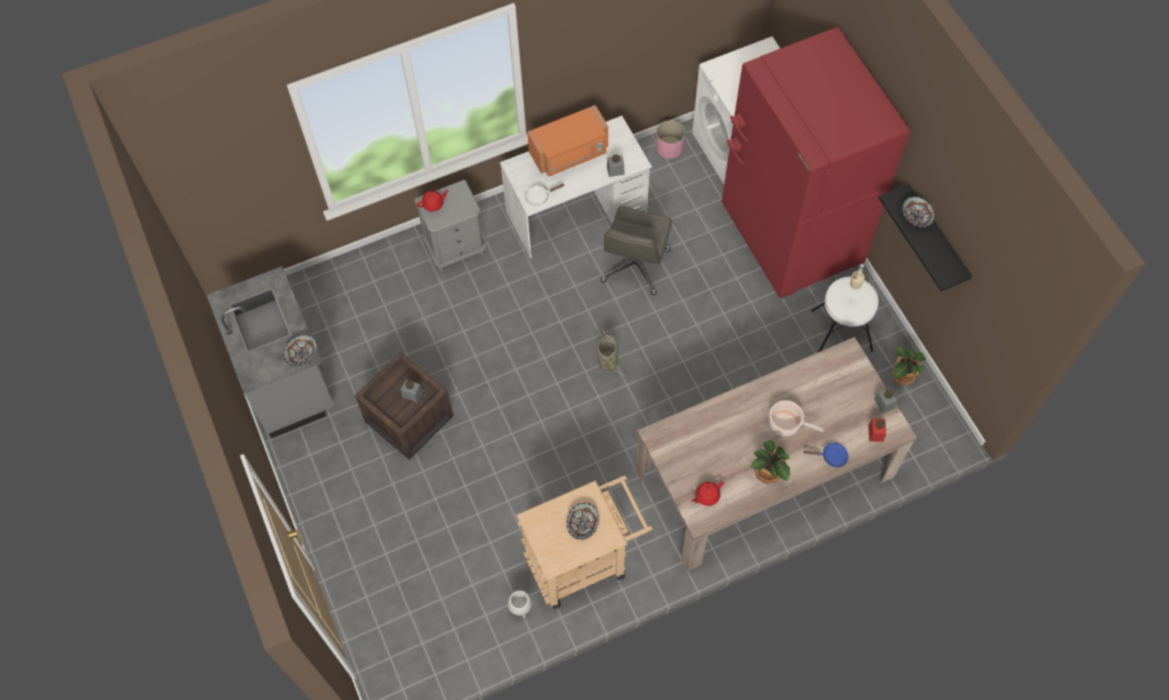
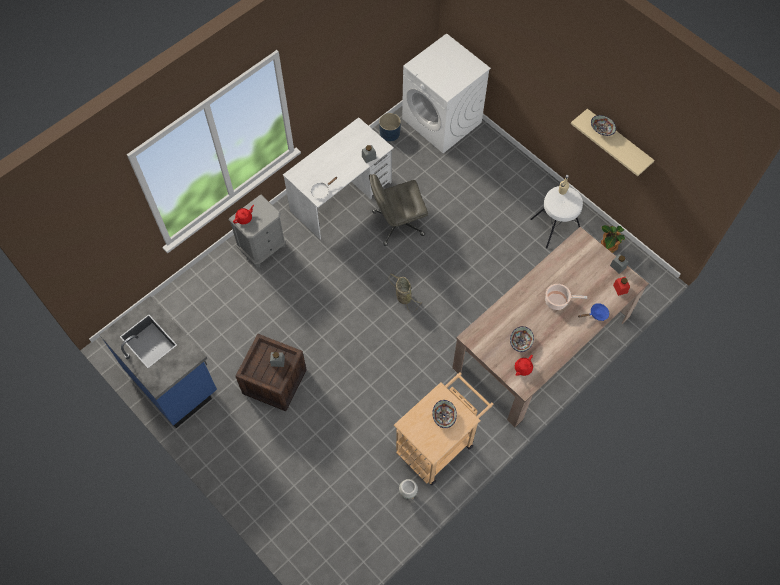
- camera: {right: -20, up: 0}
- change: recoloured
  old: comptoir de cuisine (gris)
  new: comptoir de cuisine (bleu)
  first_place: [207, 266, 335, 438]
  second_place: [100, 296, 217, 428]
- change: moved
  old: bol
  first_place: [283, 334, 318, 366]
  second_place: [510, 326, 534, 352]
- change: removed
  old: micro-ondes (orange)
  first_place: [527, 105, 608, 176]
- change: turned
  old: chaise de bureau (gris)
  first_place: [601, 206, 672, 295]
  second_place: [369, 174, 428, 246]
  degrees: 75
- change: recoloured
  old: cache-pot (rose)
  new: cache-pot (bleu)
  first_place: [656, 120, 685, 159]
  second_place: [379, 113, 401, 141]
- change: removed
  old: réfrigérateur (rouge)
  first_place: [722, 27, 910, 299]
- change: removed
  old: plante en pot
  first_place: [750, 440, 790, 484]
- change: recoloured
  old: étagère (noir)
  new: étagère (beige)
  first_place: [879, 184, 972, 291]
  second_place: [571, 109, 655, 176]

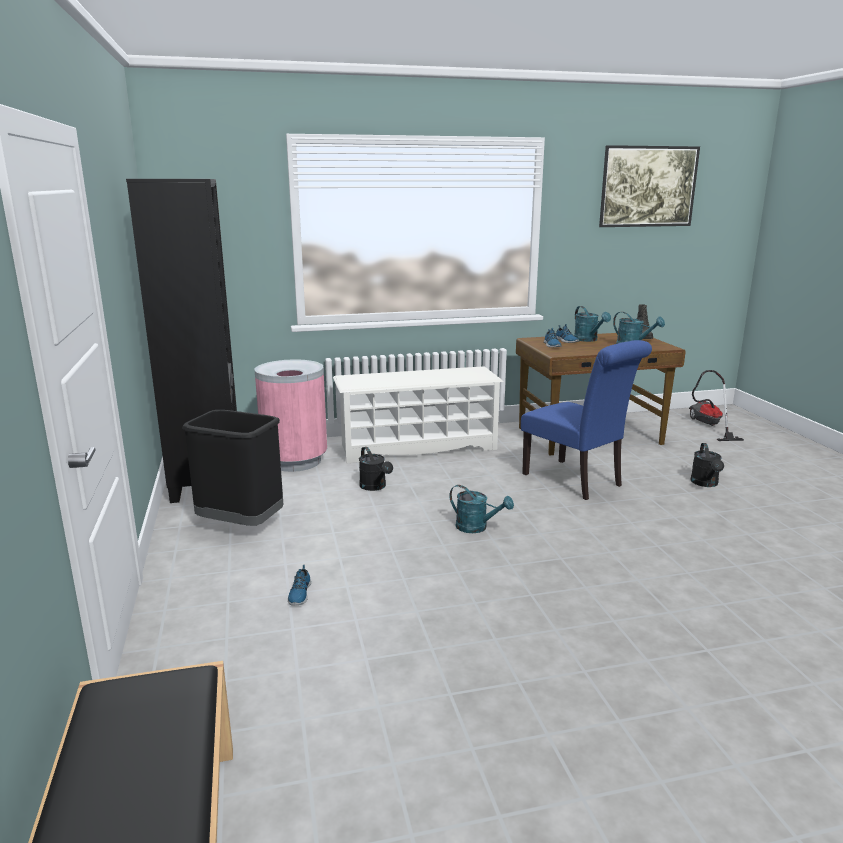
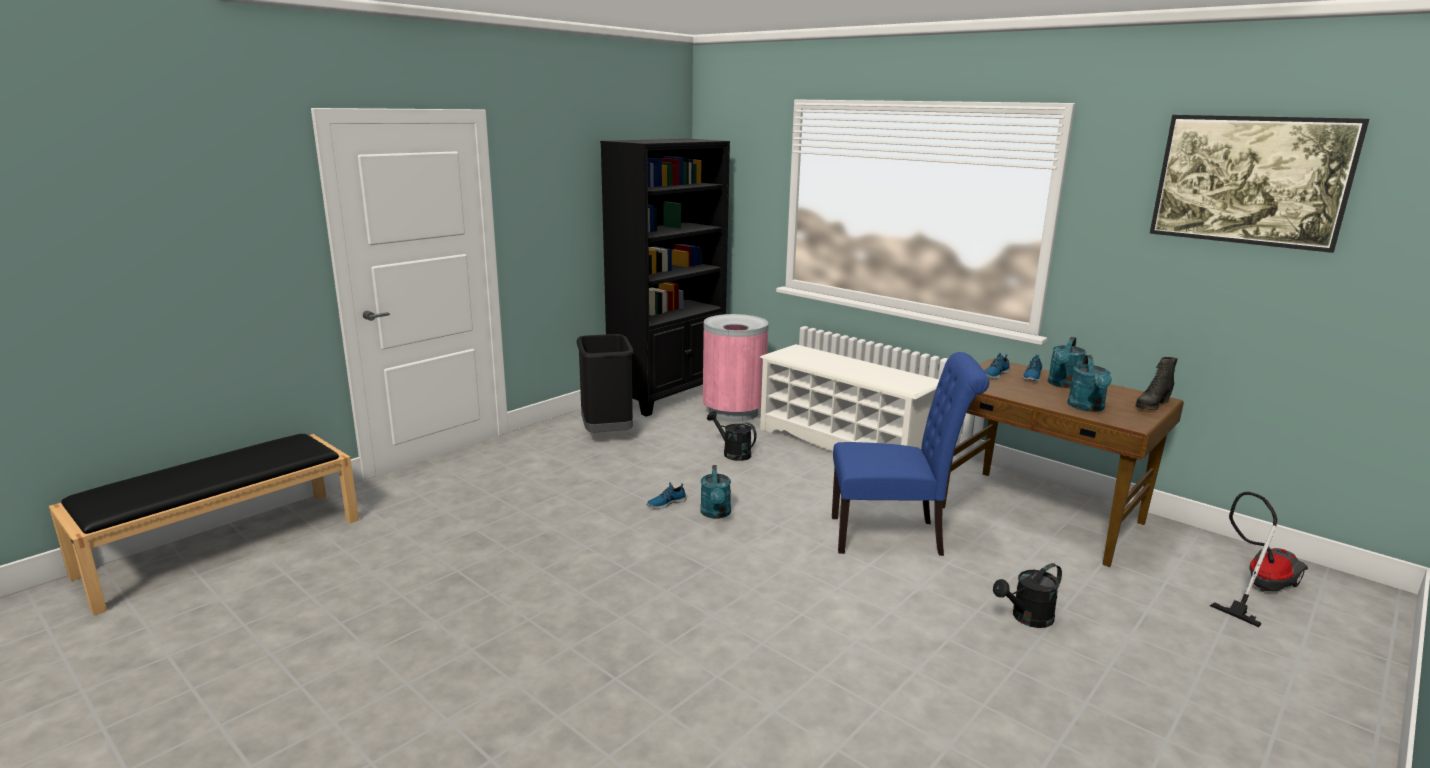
- camera: {right: 55, up: 0}
- change: moved
  old: chaussure
  first_place: [288, 565, 311, 605]
  second_place: [647, 482, 686, 509]
- change: turned
  old: arrosoir (noir)
  first_place: [359, 447, 393, 491]
  second_place: [707, 411, 757, 461]
  degrees: 105
- change: turned
  old: chaise (bleu)
  first_place: [521, 340, 652, 500]
  second_place: [832, 352, 989, 556]
  degrees: -105

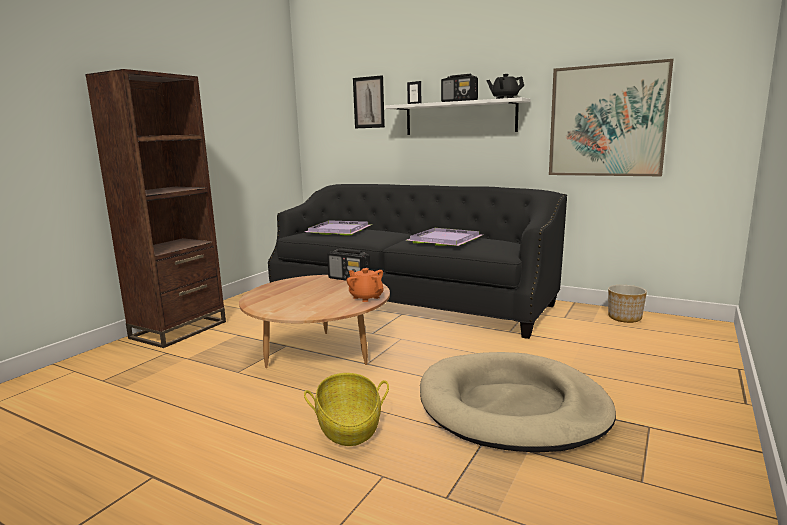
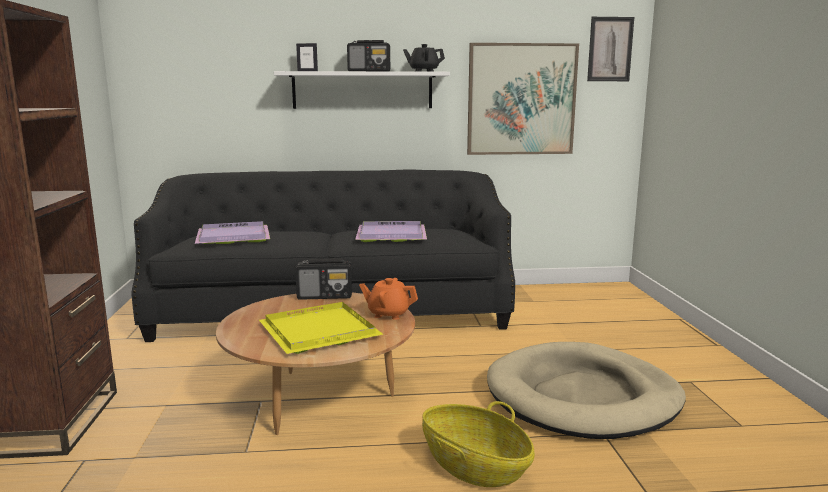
- camera: {right: -35, up: 0}
- change: moved
  old: tableau
  first_place: [353, 75, 385, 128]
  second_place: [587, 17, 634, 81]
- change: removed
  old: cache-pot
  first_place: [608, 285, 647, 323]
- change: added
  new: plateau (jaune)
  second_place: [259, 302, 384, 354]

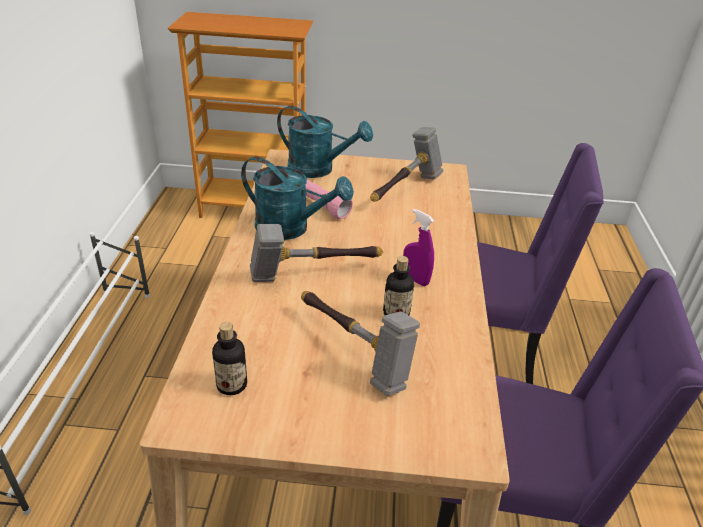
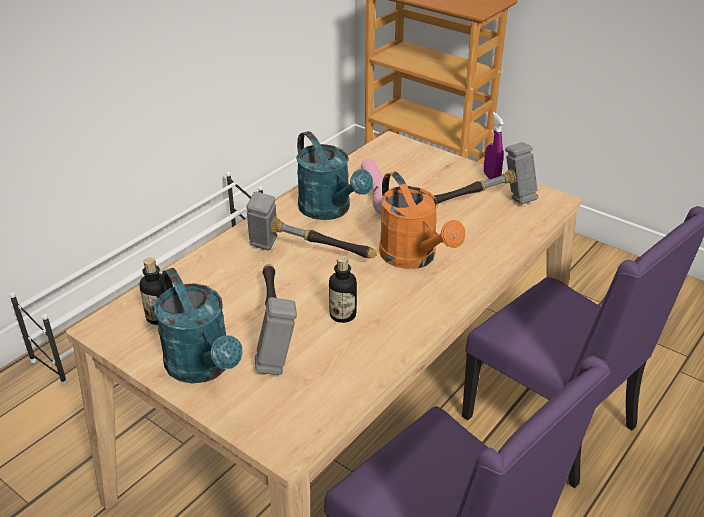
- camera: {right: 35, up: 0}
- change: moved
  old: arrosoir (turquoise)
  first_place: [277, 106, 373, 178]
  second_place: [154, 268, 243, 383]
- change: moved
  old: vaporisateur (violet)
  first_place: [403, 209, 434, 286]
  second_place: [484, 112, 504, 180]
- change: added
  new: arrosoir (orange)
  second_place: [379, 172, 465, 269]

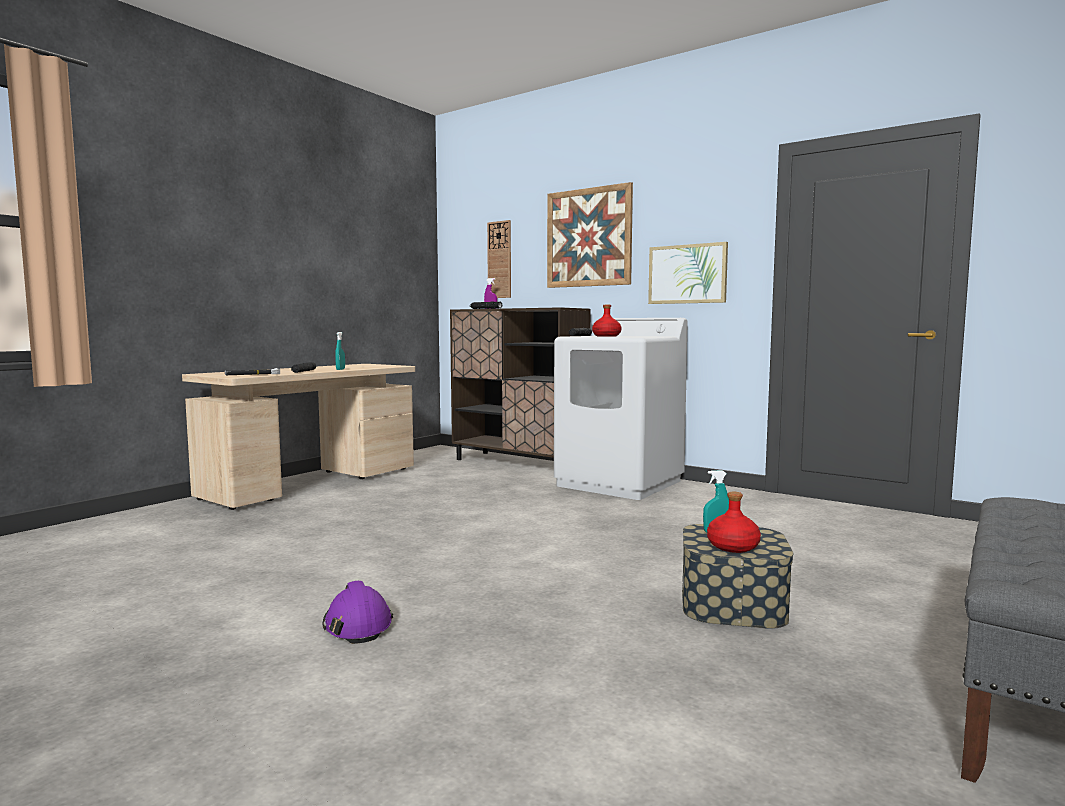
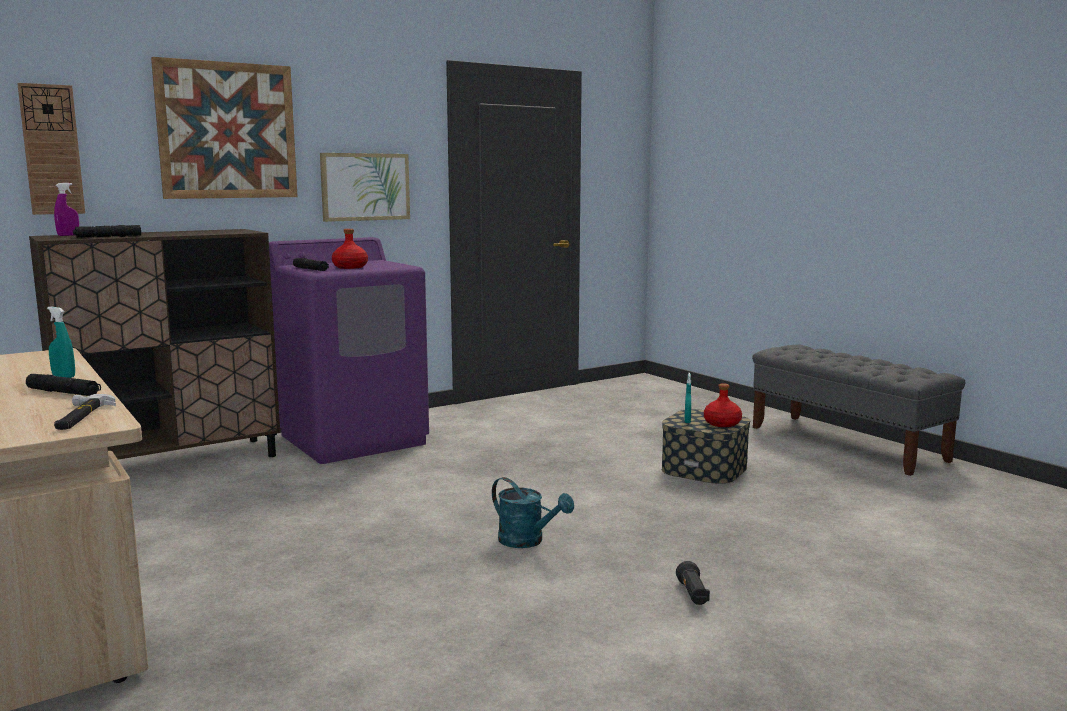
- camera: {right: -70, up: 5}
- change: replaced
  old: casque de chantier (violet)
  new: lampe de poche (noir)
  first_place: [323, 581, 393, 644]
  second_place: [676, 561, 710, 605]
- change: recoloured
  old: lave-linge (blanc)
  new: lave-linge (violet)
  first_place: [554, 318, 688, 500]
  second_place: [269, 237, 429, 464]
- change: added
  new: arrosoir (turquoise)
  second_place: [492, 477, 574, 548]

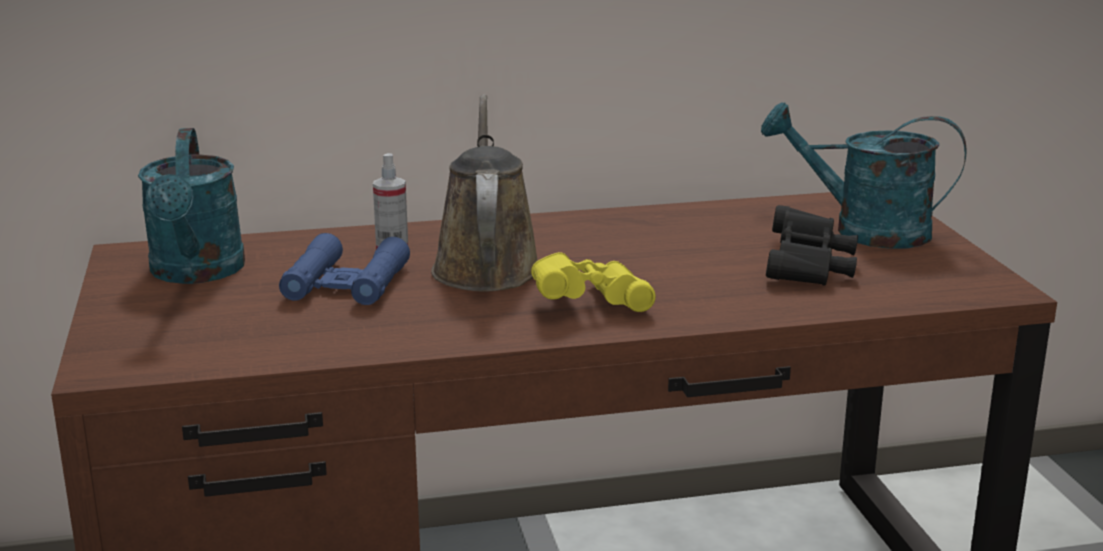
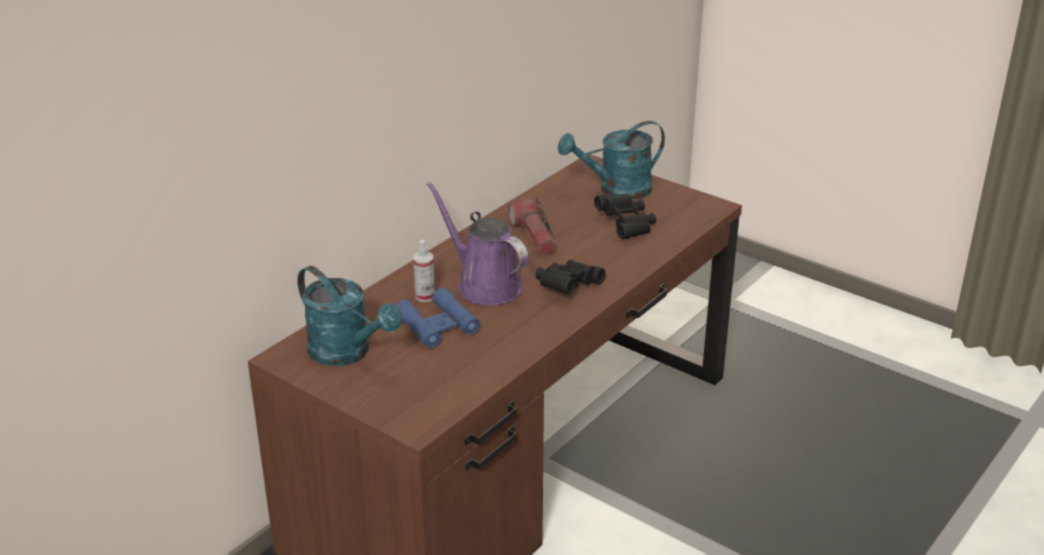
- camera: {right: -40, up: 10}
- change: recoloured
  old: arrosoir (marron)
  new: arrosoir (violet)
  first_place: [431, 94, 538, 291]
  second_place: [427, 182, 528, 305]
- change: recoloured
  old: jumelles (jaune)
  new: jumelles (noir)
  first_place: [531, 252, 656, 312]
  second_place: [535, 260, 606, 295]
- change: added
  new: lampe de poche
  second_place: [509, 198, 557, 256]

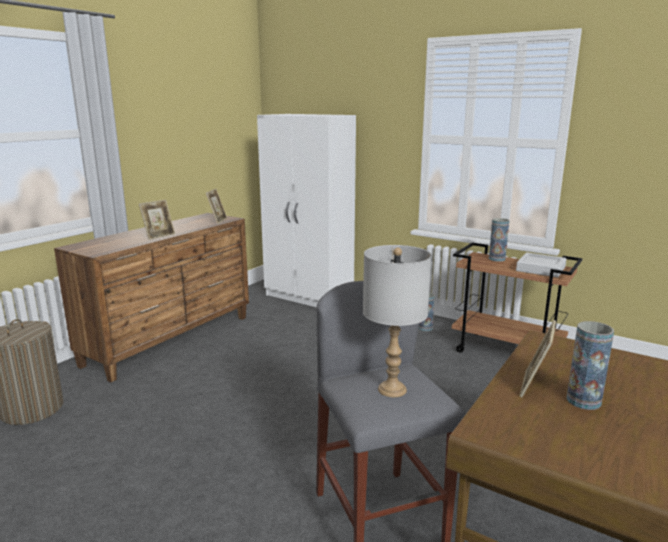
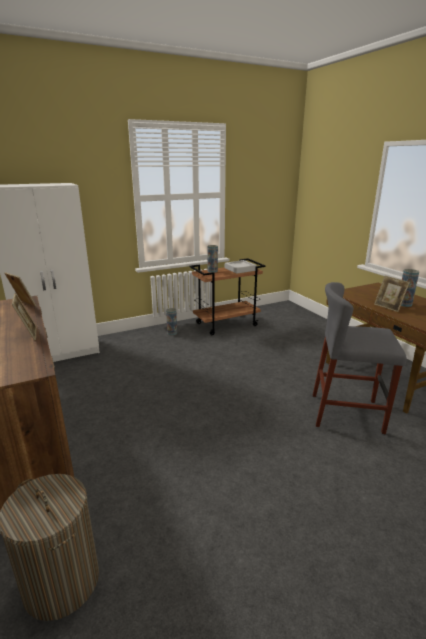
- camera: {right: -60, up: 5}
- change: removed
  old: lampe de table (gris)
  first_place: [363, 245, 431, 397]

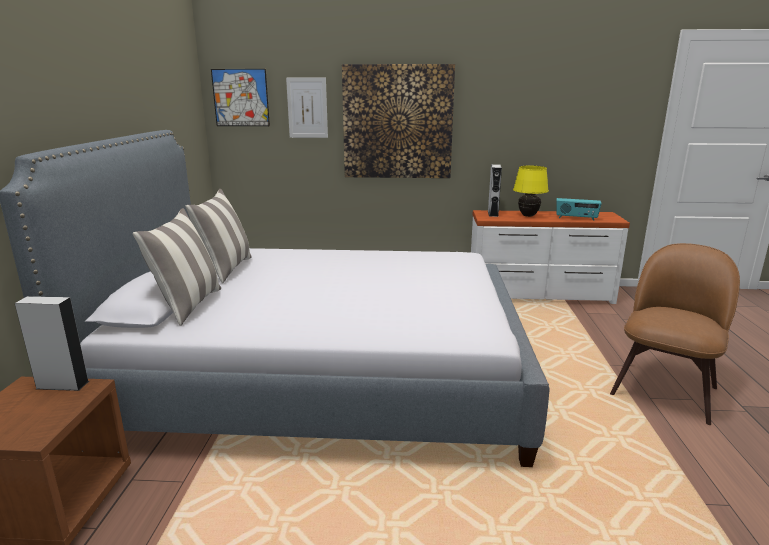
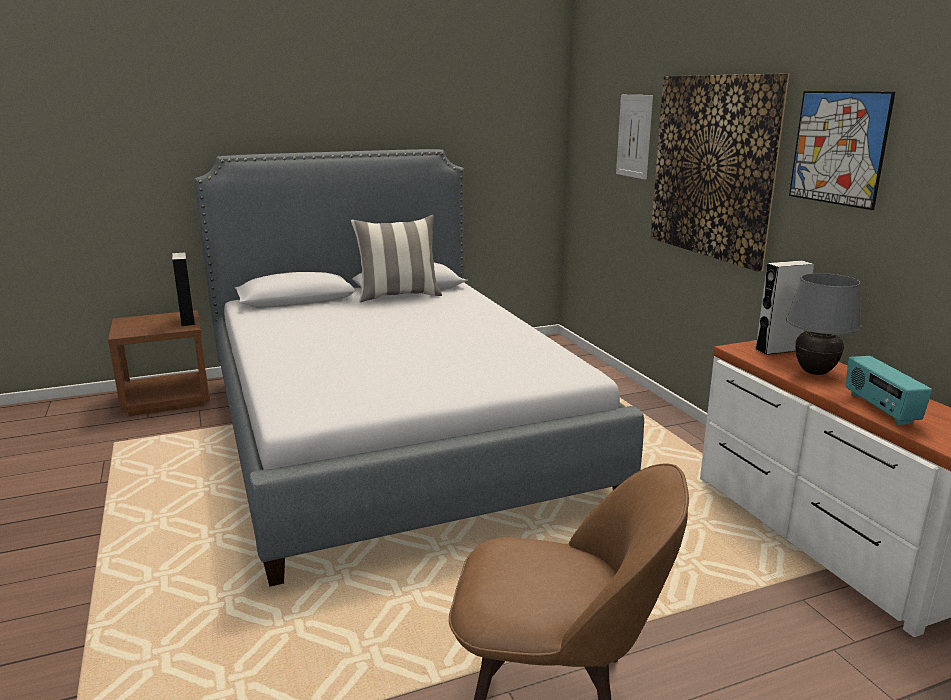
- camera: {right: 65, up: 0}
- change: removed
  old: coussin
  first_place: [133, 208, 221, 326]
- change: moved
  old: tableau
  first_place: [211, 69, 270, 126]
  second_place: [789, 91, 895, 210]
- change: recoloured
  old: lampe de table (jaune)
  new: lampe de table (gris)
  first_place: [513, 166, 549, 217]
  second_place: [786, 273, 861, 375]

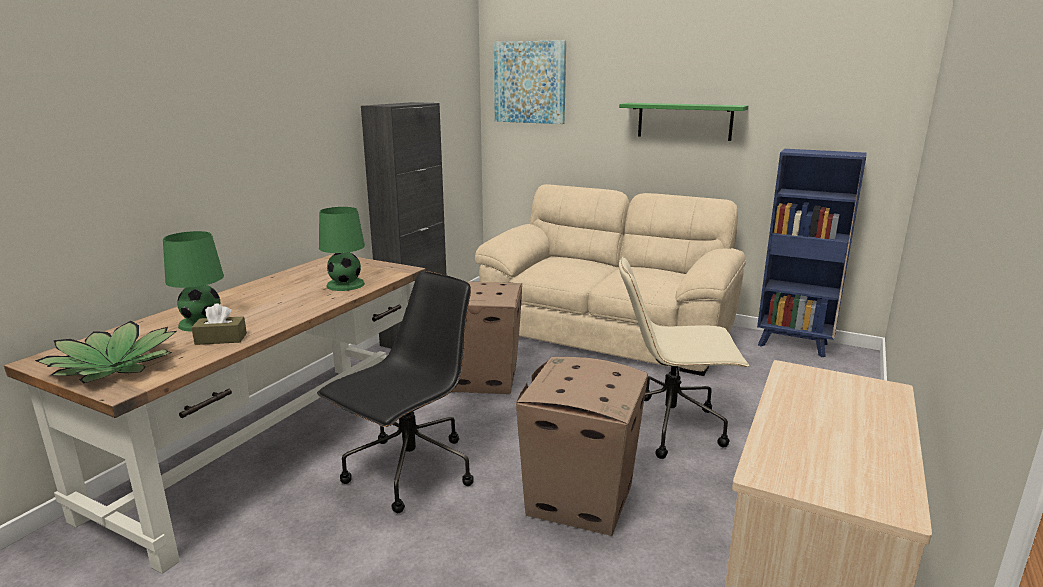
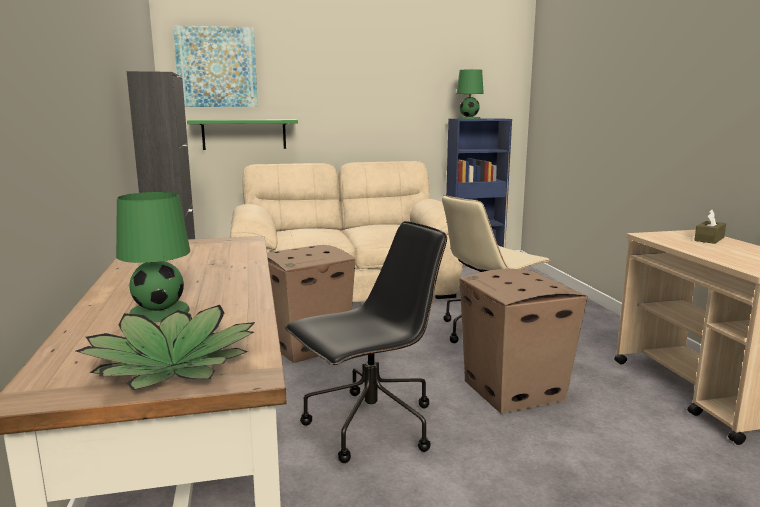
- camera: {right: -40, up: -5}
- change: moved
  old: boîte à mouchoirs (marron)
  first_place: [191, 304, 247, 345]
  second_place: [694, 210, 726, 244]
- change: turned
  old: chaise de bureau (noir)
  first_place: [317, 271, 474, 513]
  second_place: [285, 221, 447, 463]
  degrees: 60
- change: moved
  old: lampe de table (vert)
  first_place: [319, 207, 365, 291]
  second_place: [456, 69, 484, 119]
- change: moved
  old: étagère (vert)
  first_place: [619, 103, 748, 141]
  second_place: [187, 119, 298, 150]

